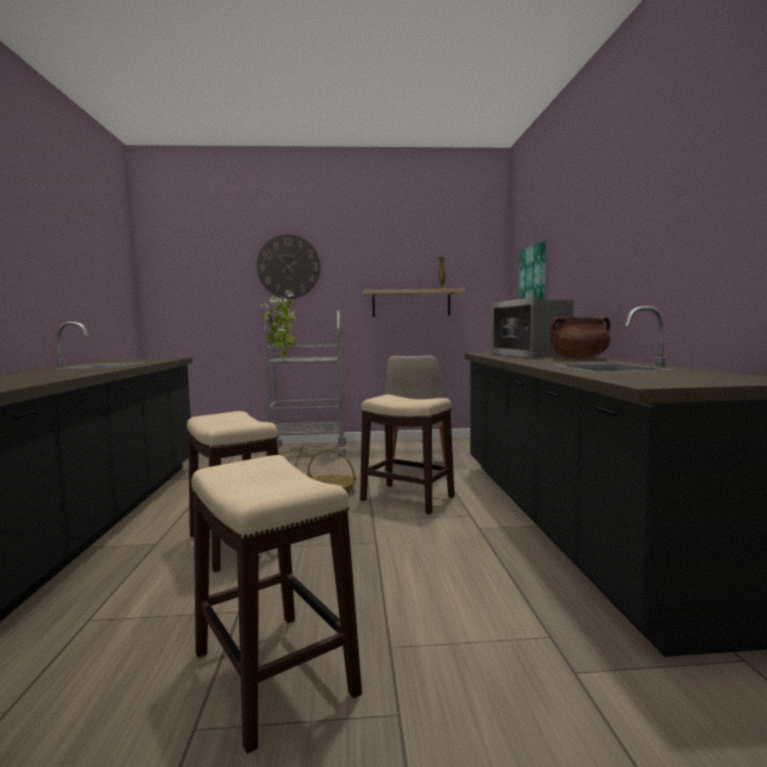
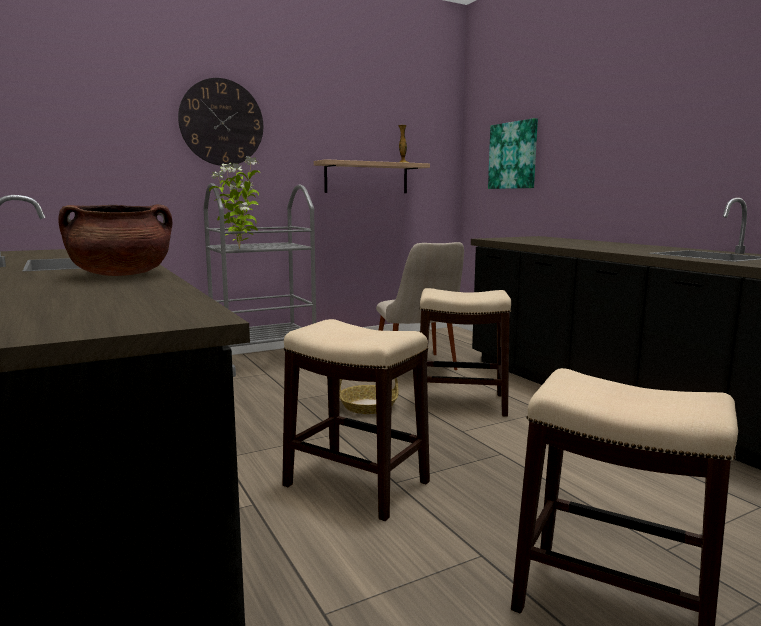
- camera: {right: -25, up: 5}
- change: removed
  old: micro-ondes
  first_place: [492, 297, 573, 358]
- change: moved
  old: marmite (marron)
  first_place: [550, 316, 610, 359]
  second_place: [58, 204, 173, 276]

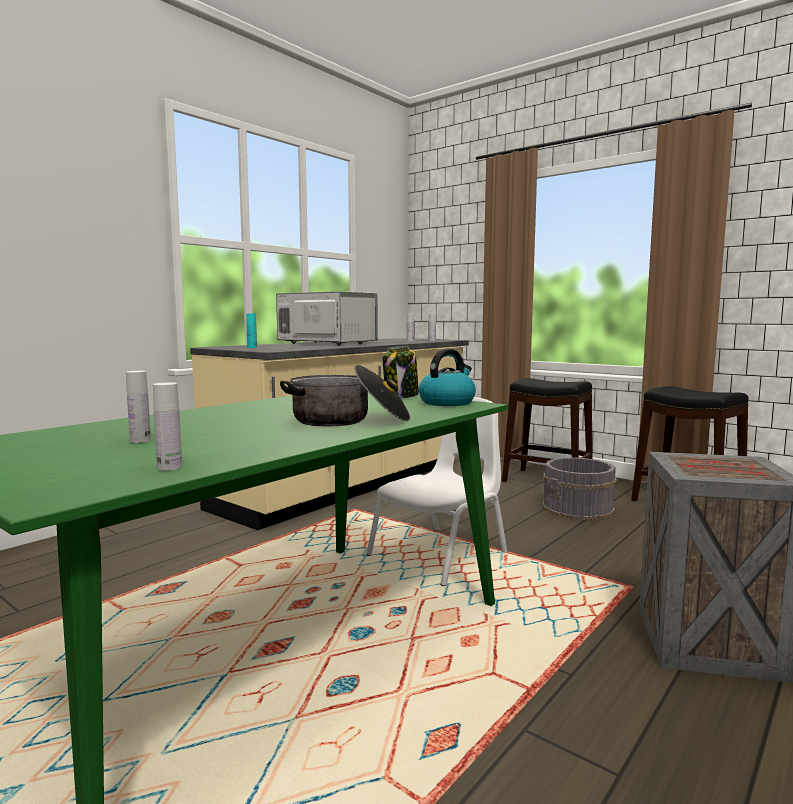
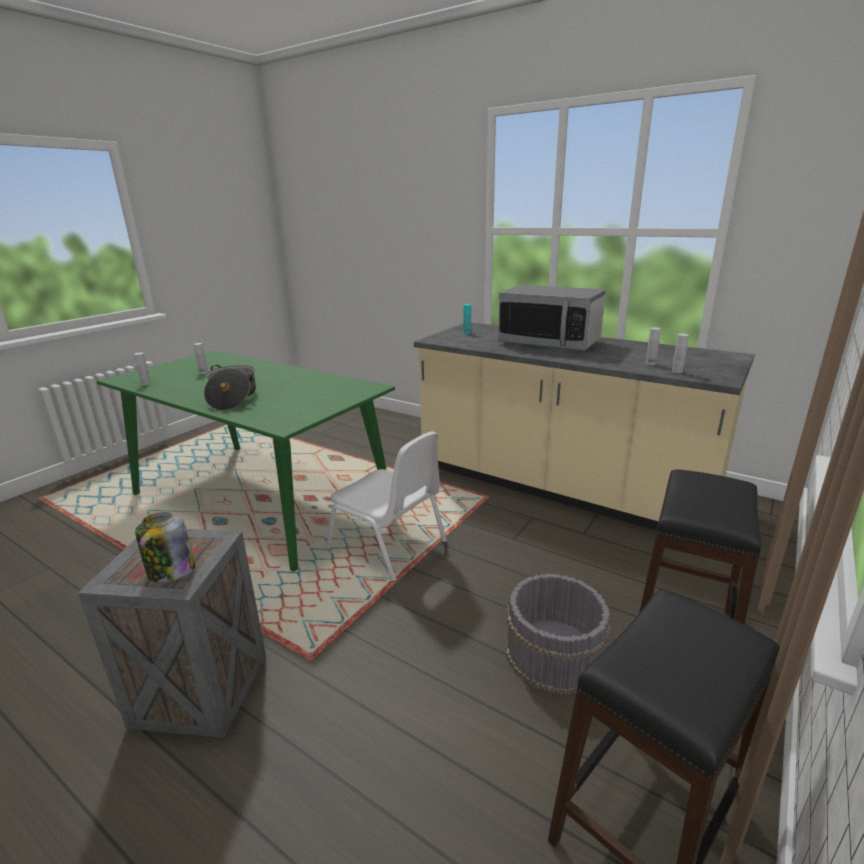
- camera: {right: 85, up: 15}
- change: turned
  old: micro-ondes
  first_place: [276, 291, 378, 346]
  second_place: [498, 285, 606, 351]
  degrees: 90
- change: moved
  old: bocal
  first_place: [383, 346, 419, 399]
  second_place: [135, 512, 195, 583]
- change: removed
  old: bouilloire
  first_place: [419, 349, 476, 406]

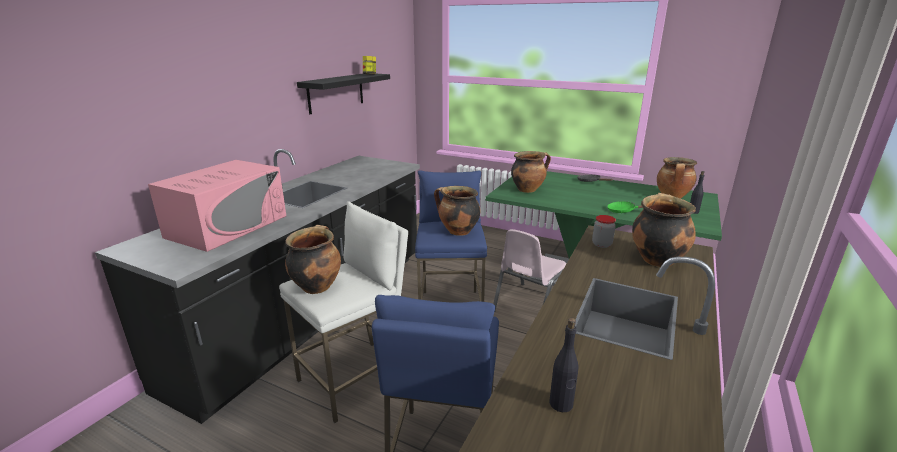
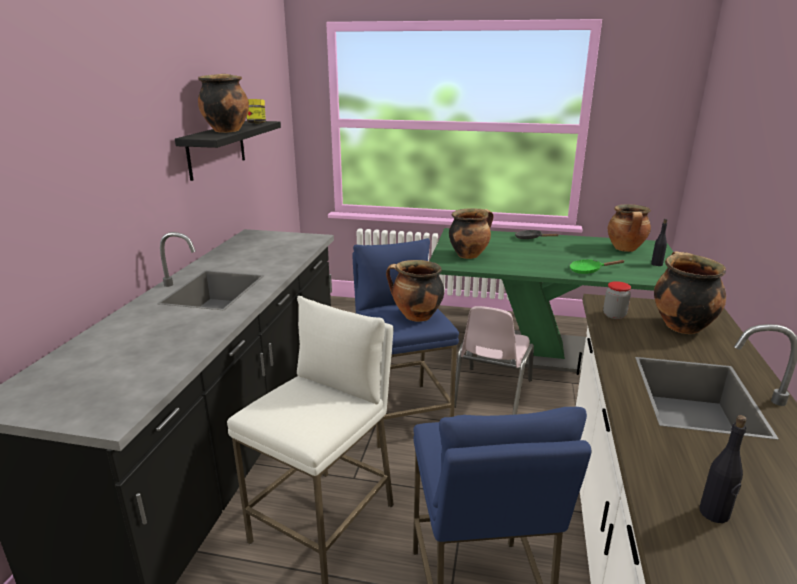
- camera: {right: -15, up: 0}
- change: removed
  old: micro-ondes (rose)
  first_place: [148, 160, 286, 252]
- change: moved
  old: marmite
  first_place: [285, 225, 341, 294]
  second_place: [198, 74, 249, 133]

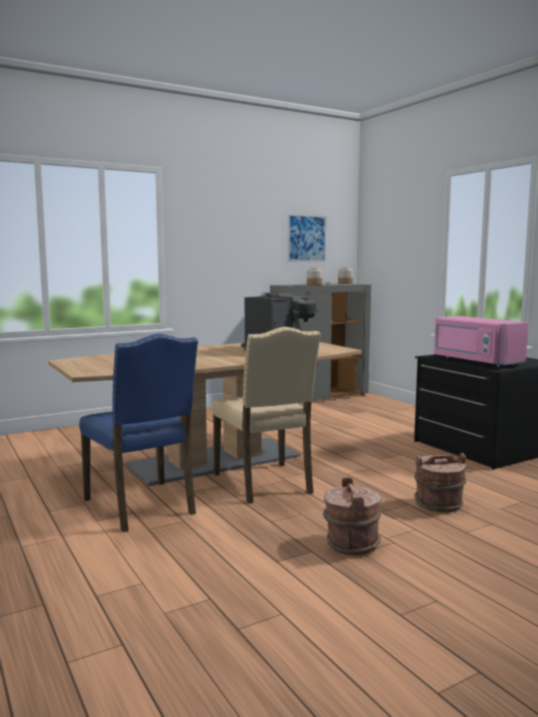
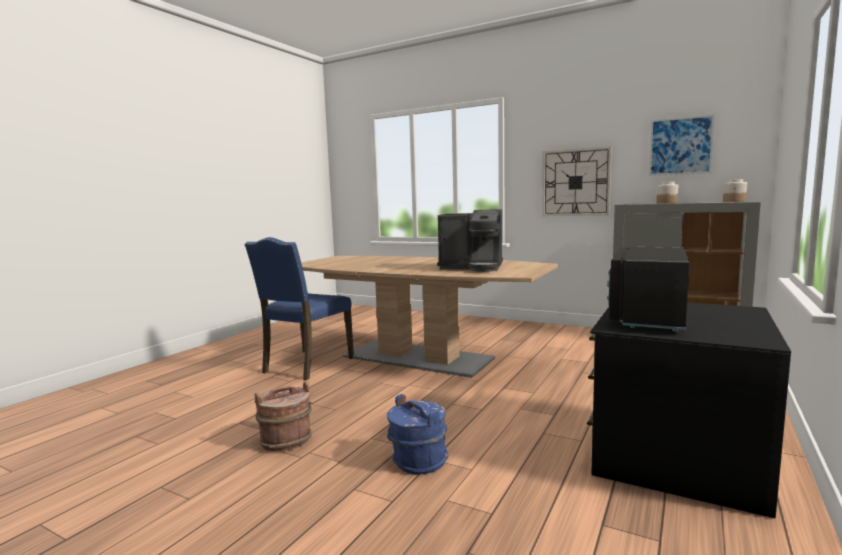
- camera: {right: 60, up: 0}
- change: removed
  old: chaise (beige)
  first_place: [212, 327, 321, 504]
- change: recoloured
  old: seau (marron)
  new: seau (bleu)
  first_place: [414, 453, 467, 512]
  second_place: [387, 394, 448, 475]
- change: recoloured
  old: micro-ondes (rose)
  new: micro-ondes (noir)
  first_place: [434, 316, 528, 367]
  second_place: [607, 246, 690, 331]
- change: added
  new: horloge murale
  second_place: [542, 146, 612, 216]

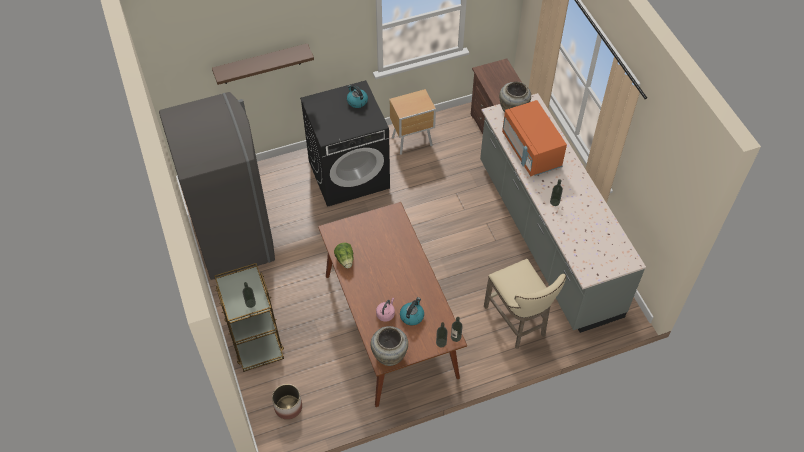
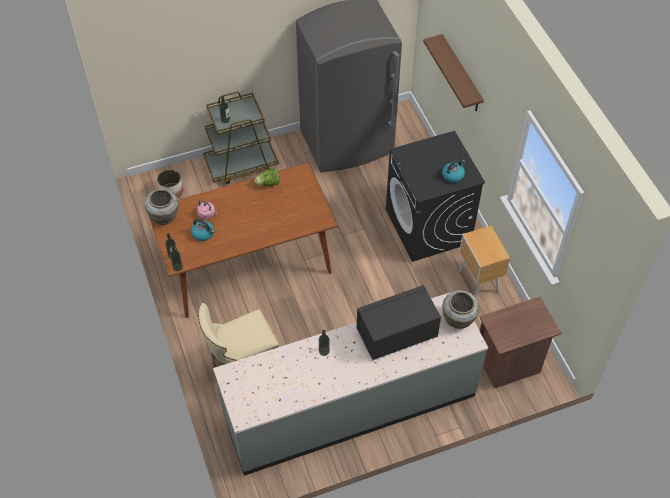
- camera: {right: 90, up: 0}
- change: recoloured
  old: micro-ondes (orange)
  new: micro-ondes (noir)
  first_place: [502, 100, 567, 176]
  second_place: [357, 285, 441, 361]

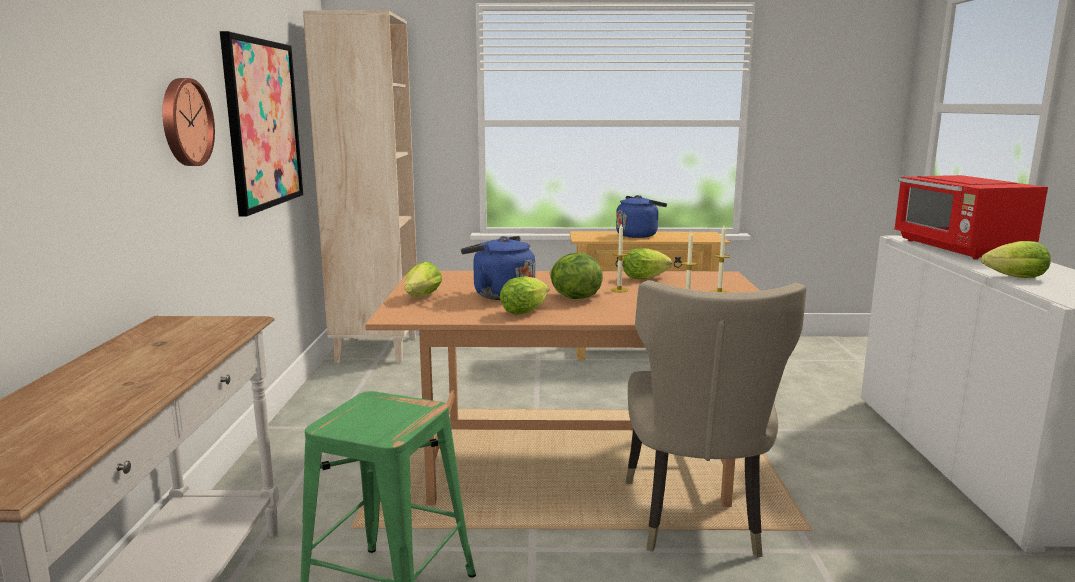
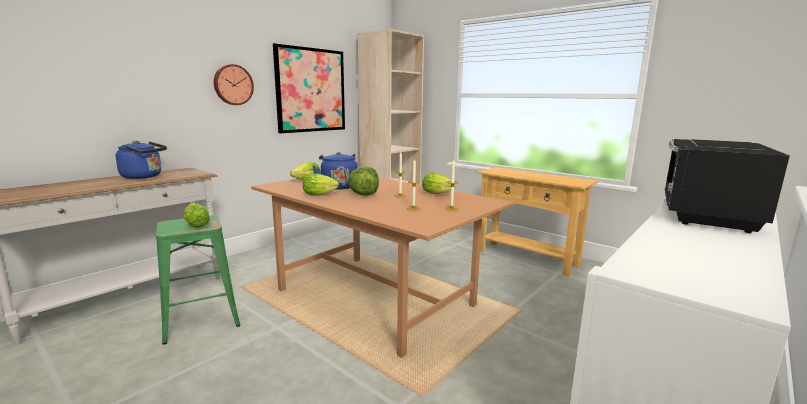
- camera: {right: 40, up: 0}
- change: moved
  old: bouilloire (bleu)
  first_place: [616, 195, 667, 238]
  second_place: [116, 141, 167, 179]
- change: removed
  old: chaise (beige)
  first_place: [626, 280, 806, 558]
- change: recoloured
  old: micro-ondes (rouge)
  new: micro-ondes (noir)
  first_place: [894, 175, 1048, 259]
  second_place: [664, 139, 790, 233]
- change: moved
  old: laitue
  first_place: [981, 241, 1051, 278]
  second_place: [184, 203, 210, 228]

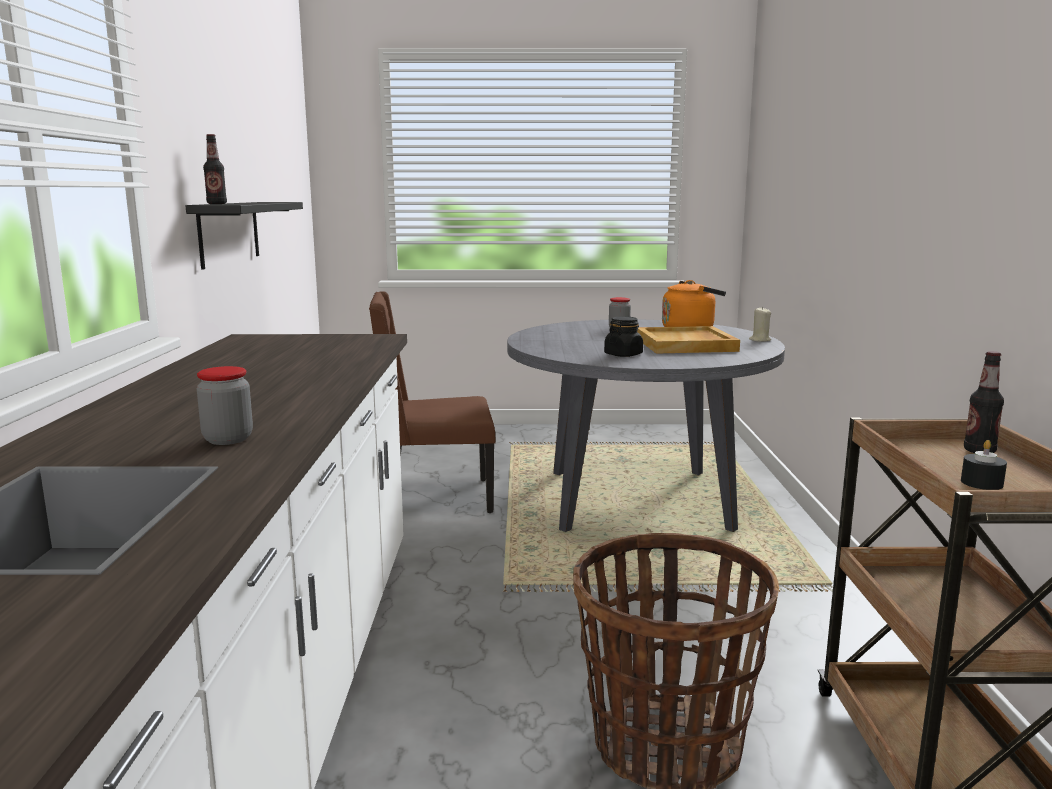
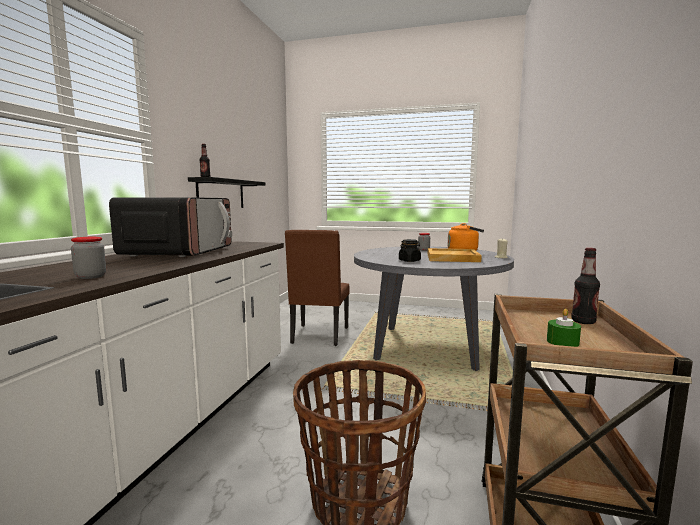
- camera: {right: 15, up: -5}
- change: turned
  old: chaise (marron)
  first_place: [369, 291, 496, 513]
  second_place: [285, 230, 350, 346]
  degrees: -90
- change: recoloured
  old: bougie (noir)
  new: bougie (vert)
  first_place: [961, 440, 1007, 490]
  second_place: [547, 309, 581, 347]
- change: added
  new: micro-ondes
  second_place: [109, 197, 232, 257]

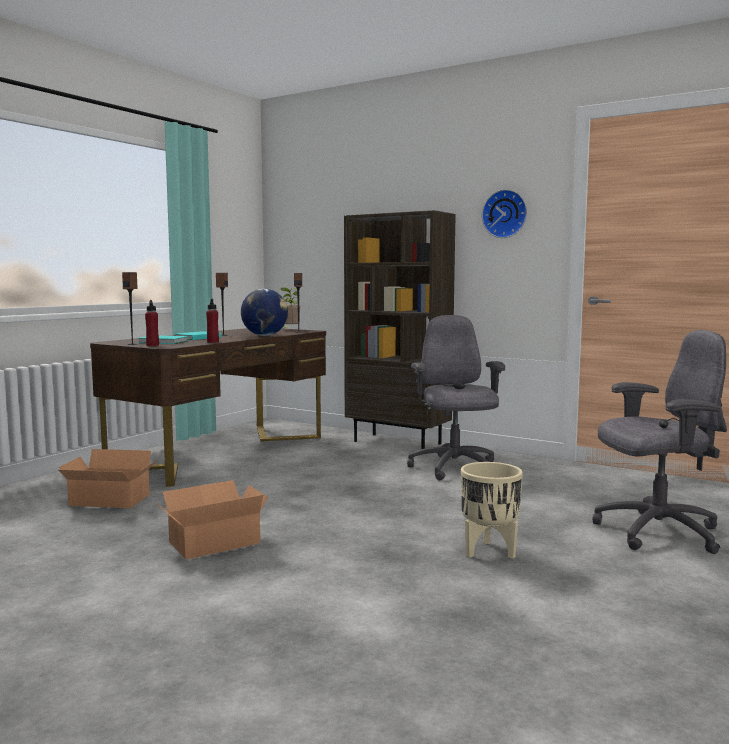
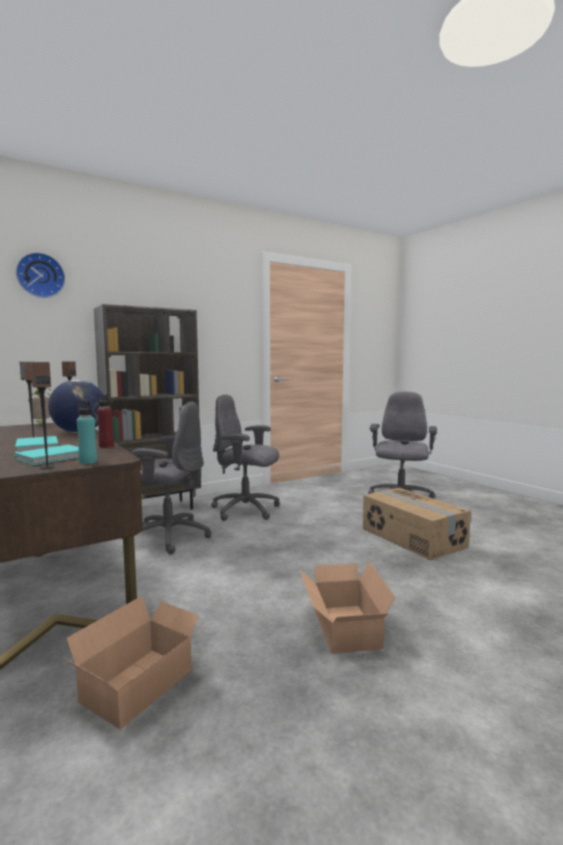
- camera: {right: -65, up: 0}
- change: recoloured
  old: bouteille (rouge)
  new: bouteille (turquoise)
  first_place: [145, 300, 159, 346]
  second_place: [76, 400, 97, 464]
- change: replaced
  old: cache-pot (beige)
  new: carton
  first_place: [461, 462, 523, 559]
  second_place: [363, 488, 471, 561]
- change: moved
  old: horloge murale
  first_place: [482, 189, 527, 238]
  second_place: [16, 252, 65, 298]
- change: added
  new: chaise de bureau (gris)
  second_place: [131, 401, 212, 555]

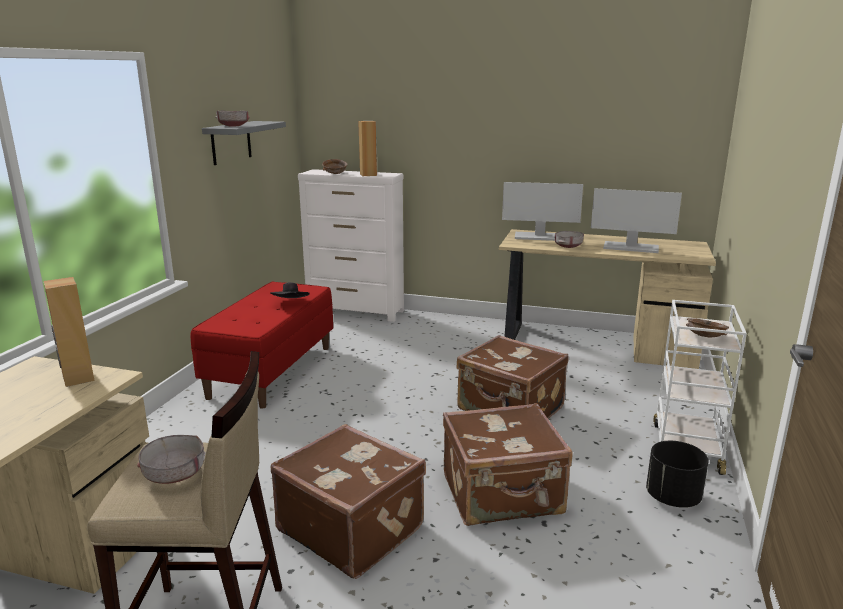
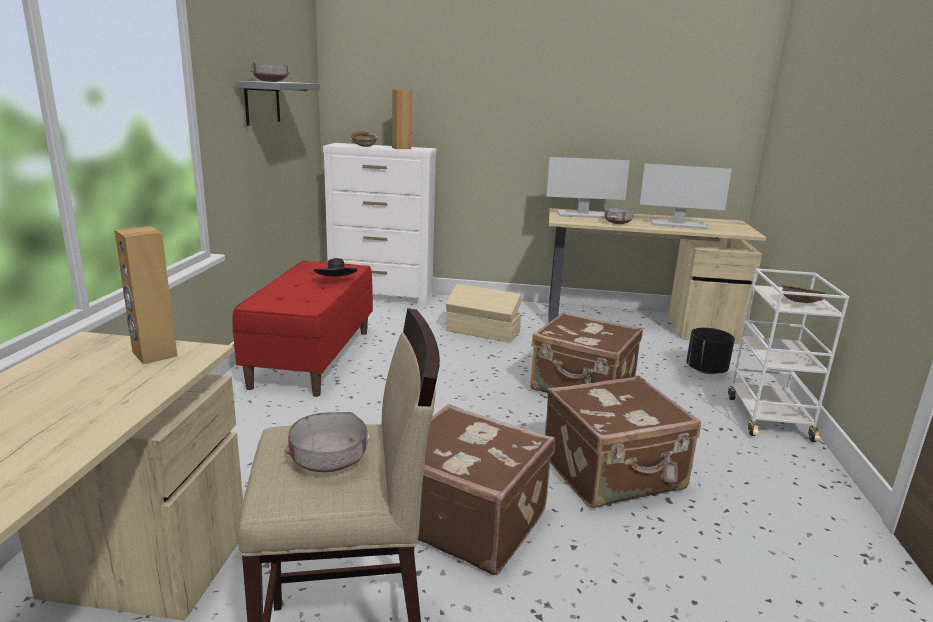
- camera: {right: -10, up: 0}
- change: moved
  old: cache-pot (noir)
  first_place: [646, 441, 709, 508]
  second_place: [686, 328, 735, 374]
- change: added
  new: boîte de rangement (beige)
  second_place: [446, 284, 521, 343]

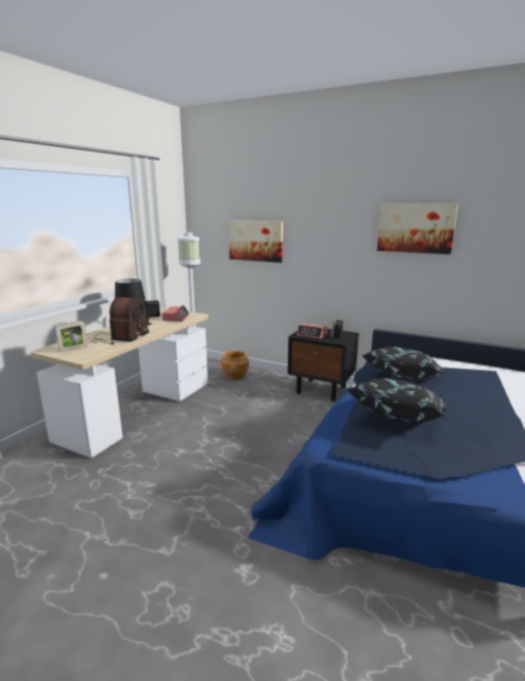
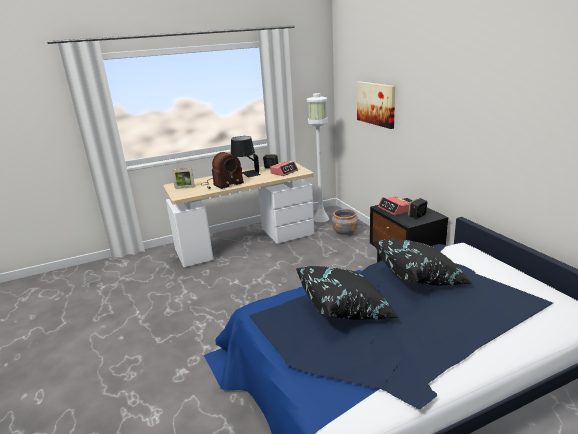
- camera: {right: 40, up: 5}
- change: recoloured
  old: cache-pot (marron)
  new: cache-pot (gris)
  first_place: [221, 351, 249, 380]
  second_place: [331, 209, 358, 237]
- change: removed
  old: tableau
  first_place: [377, 204, 458, 254]

